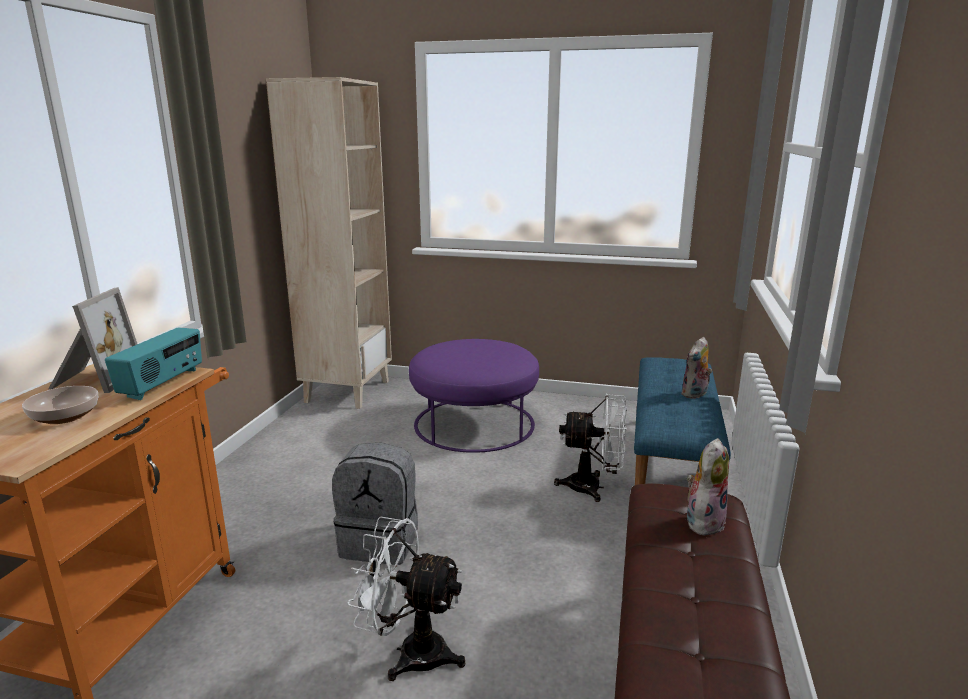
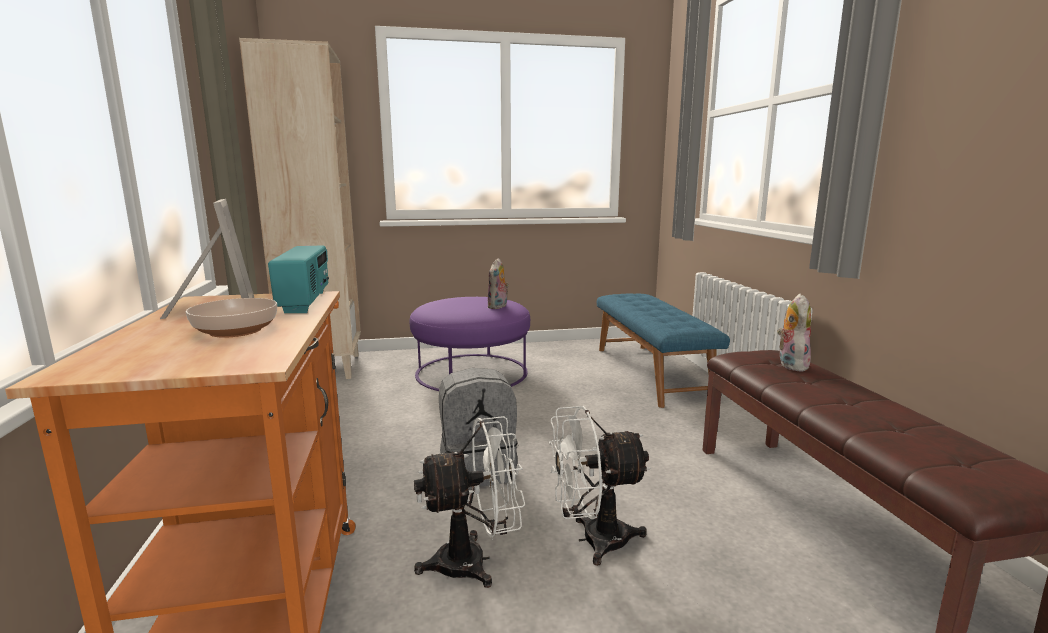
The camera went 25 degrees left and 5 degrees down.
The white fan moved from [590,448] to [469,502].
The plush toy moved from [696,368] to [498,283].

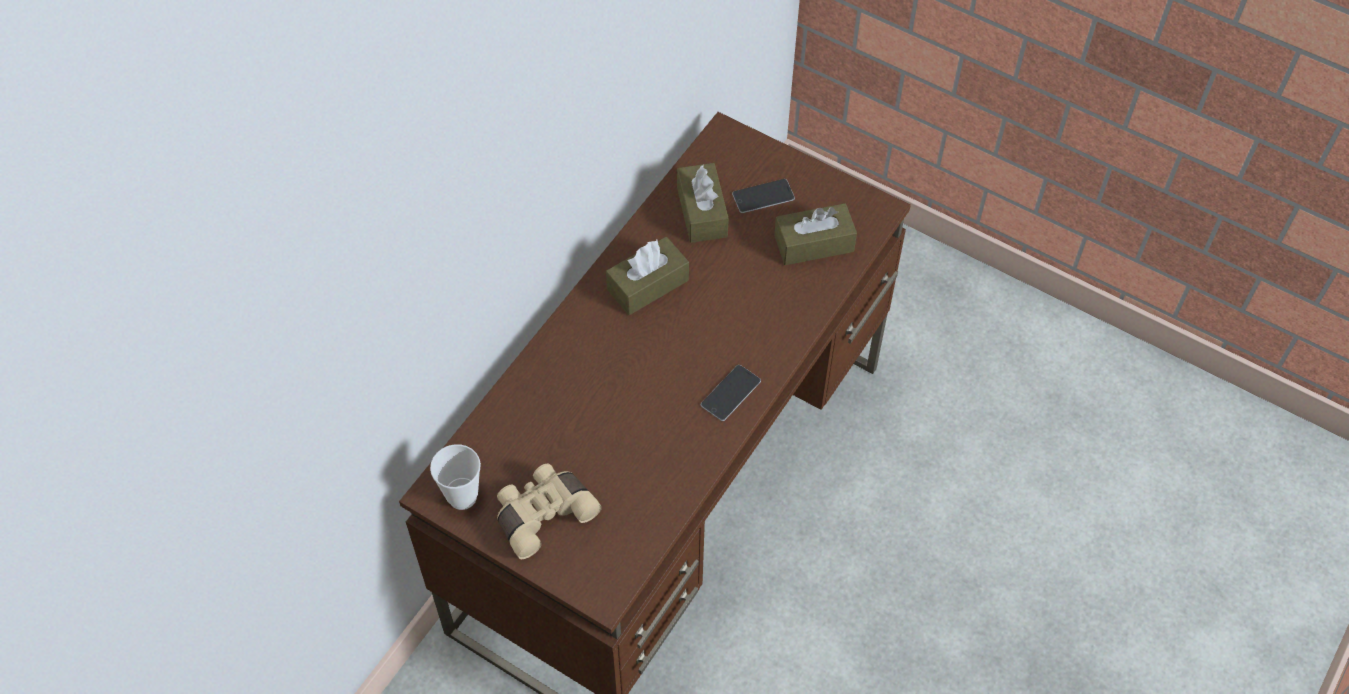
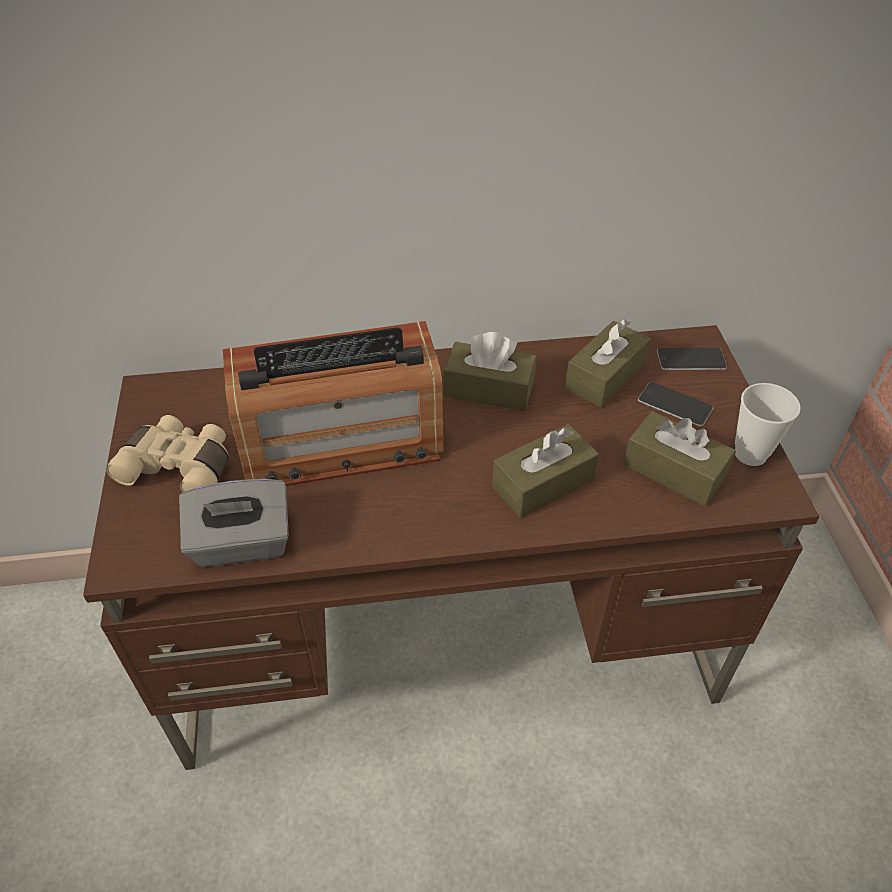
The camera went 50 degrees right and 10 degrees down.
The grey tissue box at [234,523] appeared.
The radio at [333,403] appeared.
The brown tissue box at [545,471] appeared.
The cup moved from [455,477] to [768,424].
The phone moved from [731,393] to [692,359].

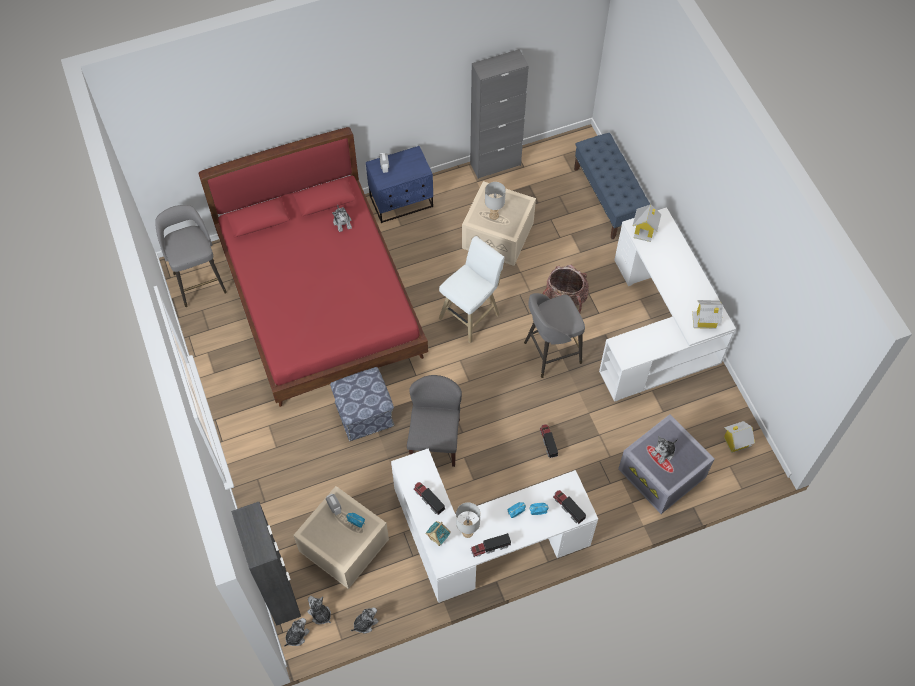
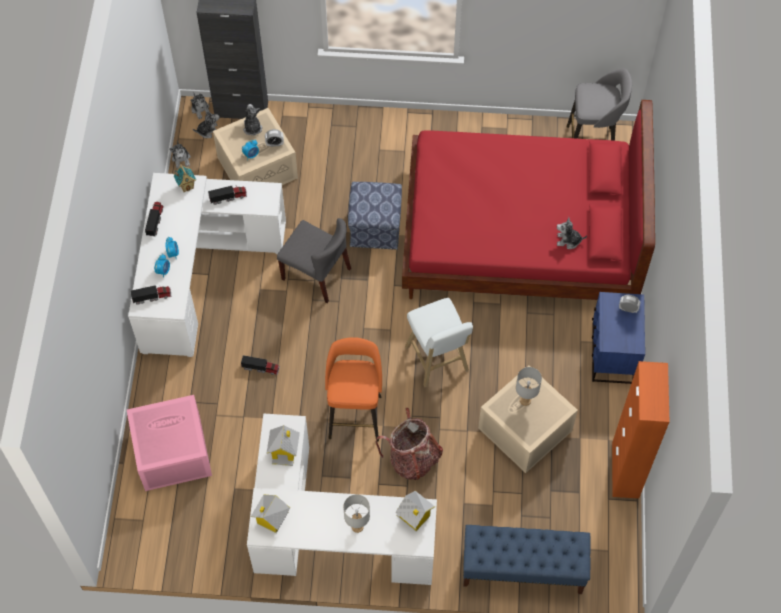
The camera went 115 degrees right and 0 degrees up.
The grey table lamp moved from [468,520] to [356,513].
The plush toy moved from [664,450] to [252,120].
The toy house moved from [739,437] to [283,445].
The grey cabinet at [499,114] became the orange cabinet at [640,430].
The grey stool at [554,335] became the orange stool at [353,389].
The grey storage box at [666,464] became the pink storage box at [169,443].

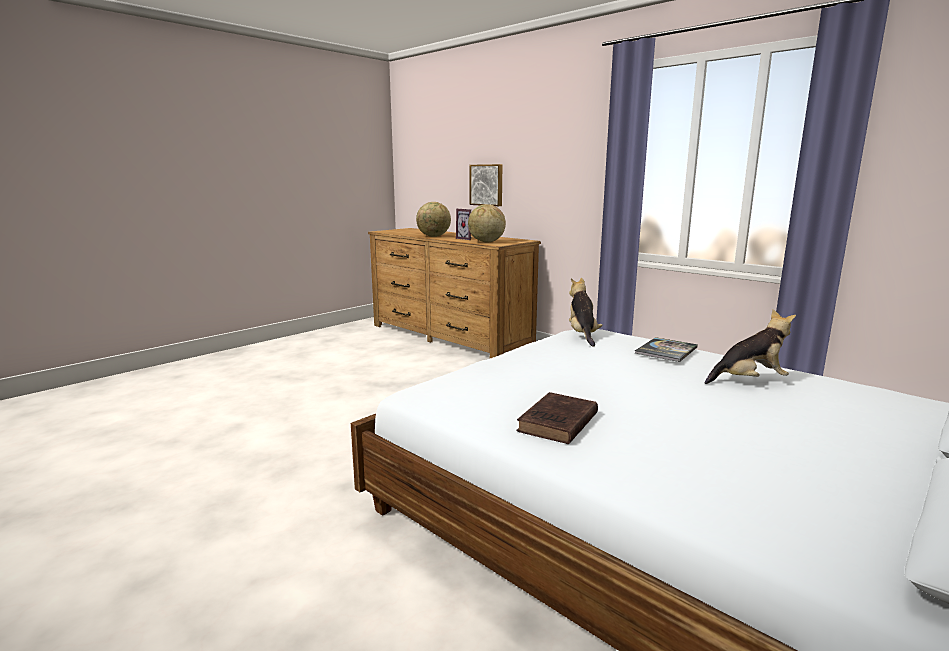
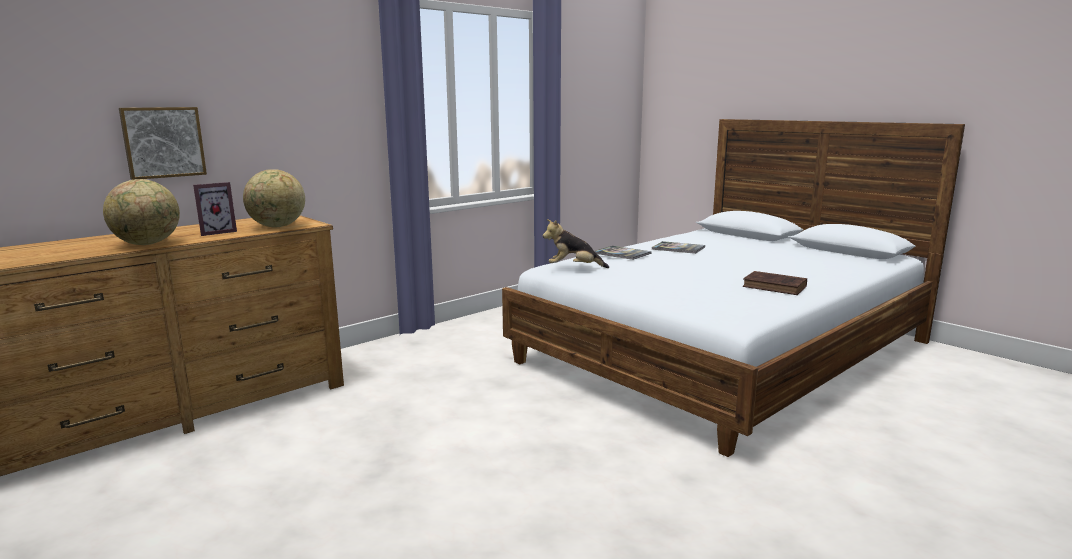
The camera went 85 degrees left and 0 degrees up.
The plush toy at [750,346] was replaced by the book at [678,247].

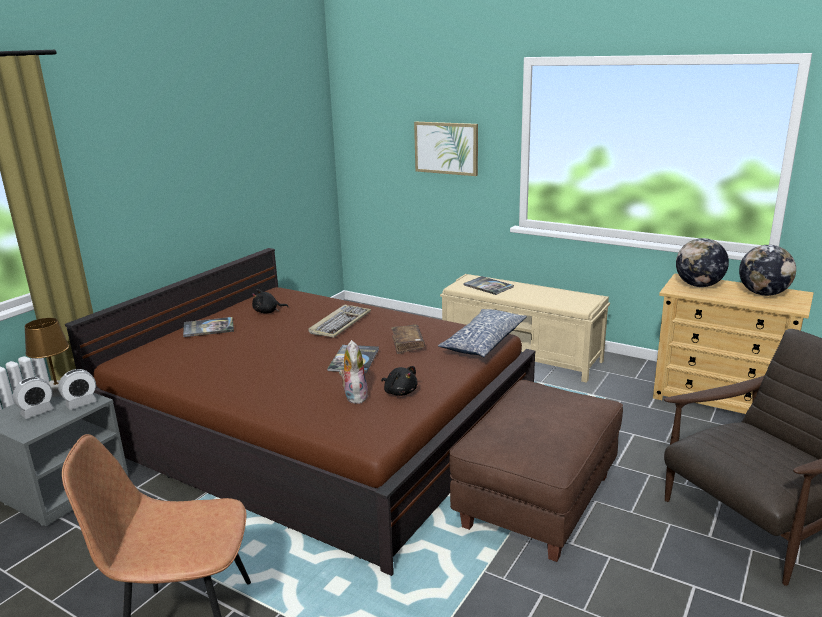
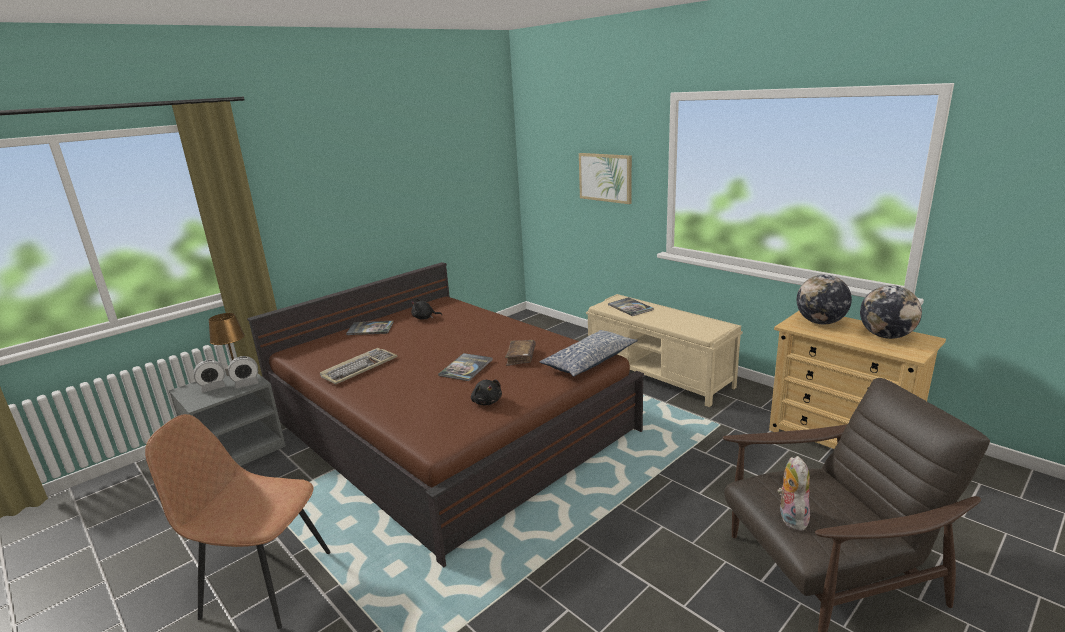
The camera went 15 degrees right and 0 degrees up.
The brown ottoman at [536,471] disappeared.
The keyboard moved from [339,321] to [358,366].
The plush toy moved from [353,372] to [793,493].

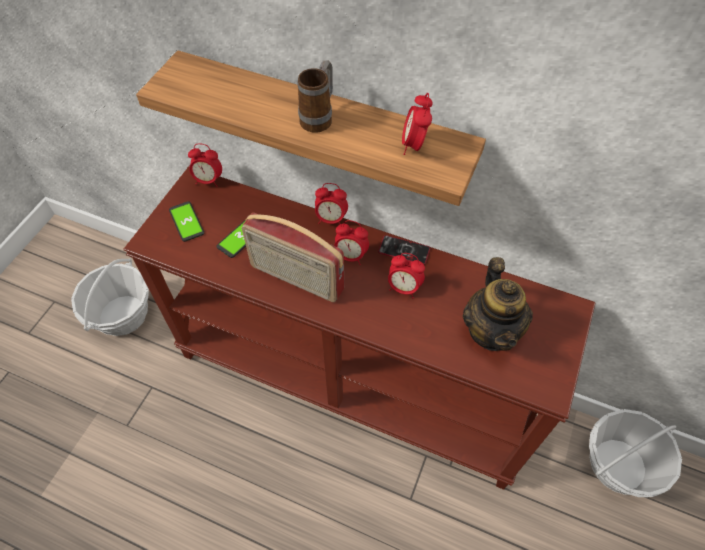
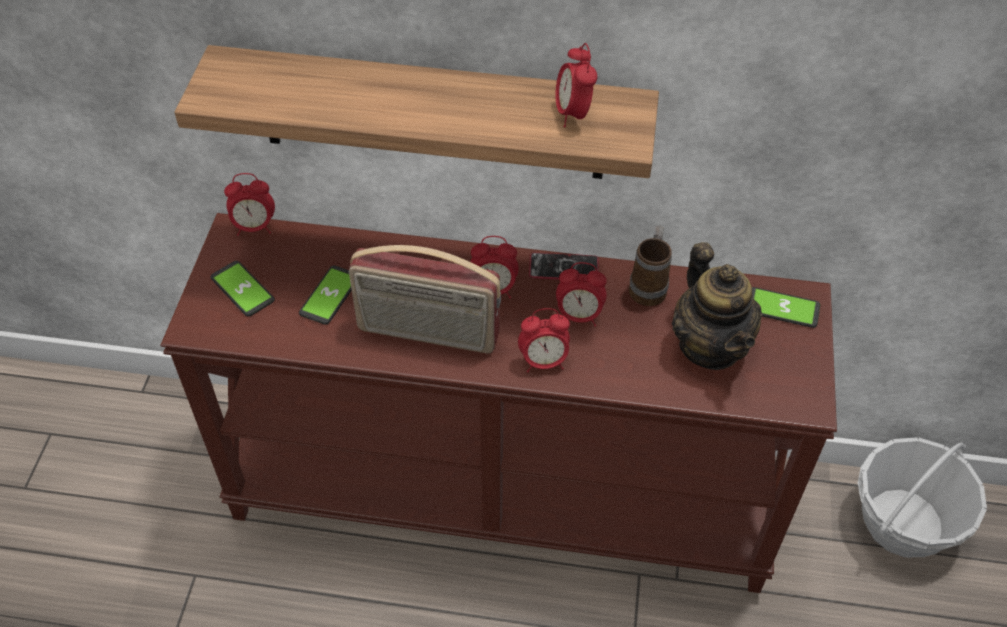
The camera went 15 degrees left and 5 degrees down.
The basket at [110,297] disappeared.
The phone at [786,307] appeared.
The mug moved from [315,96] to [650,265].
The alarm clock moved from [331,203] to [544,340].

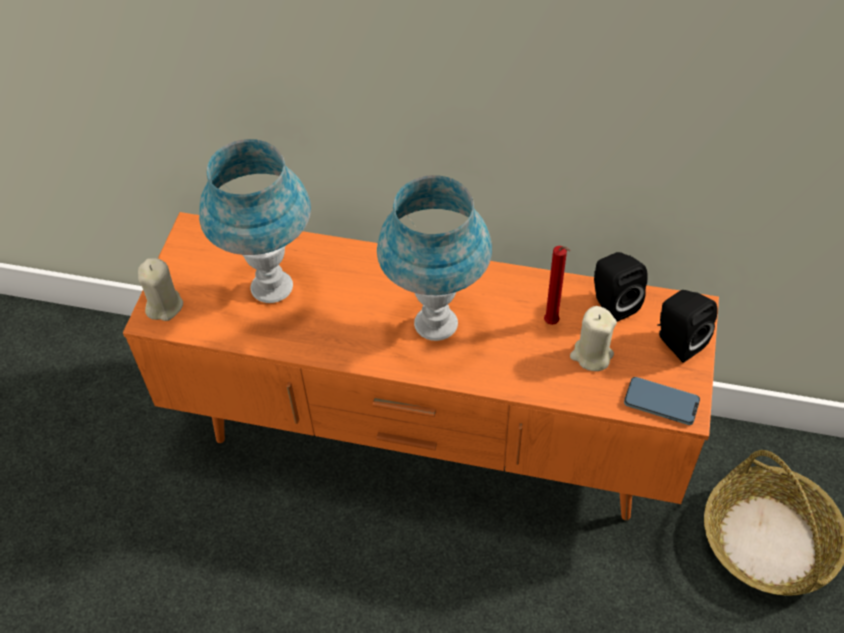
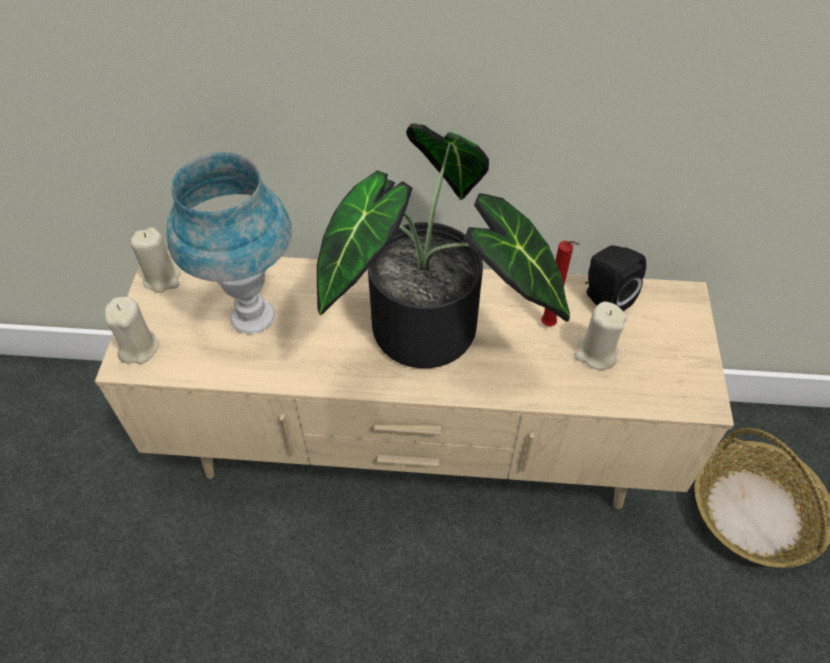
The camera went 10 degrees left and 0 degrees up.
The phone at [662,401] disappeared.
The black speaker at [687,326] disappeared.
The beige candle at [156,260] appeared.
The blue table lamp at [434,258] was replaced by the potted plant at [443,245].
The orange tv stand at [421,366] became the beige tv stand at [414,379].

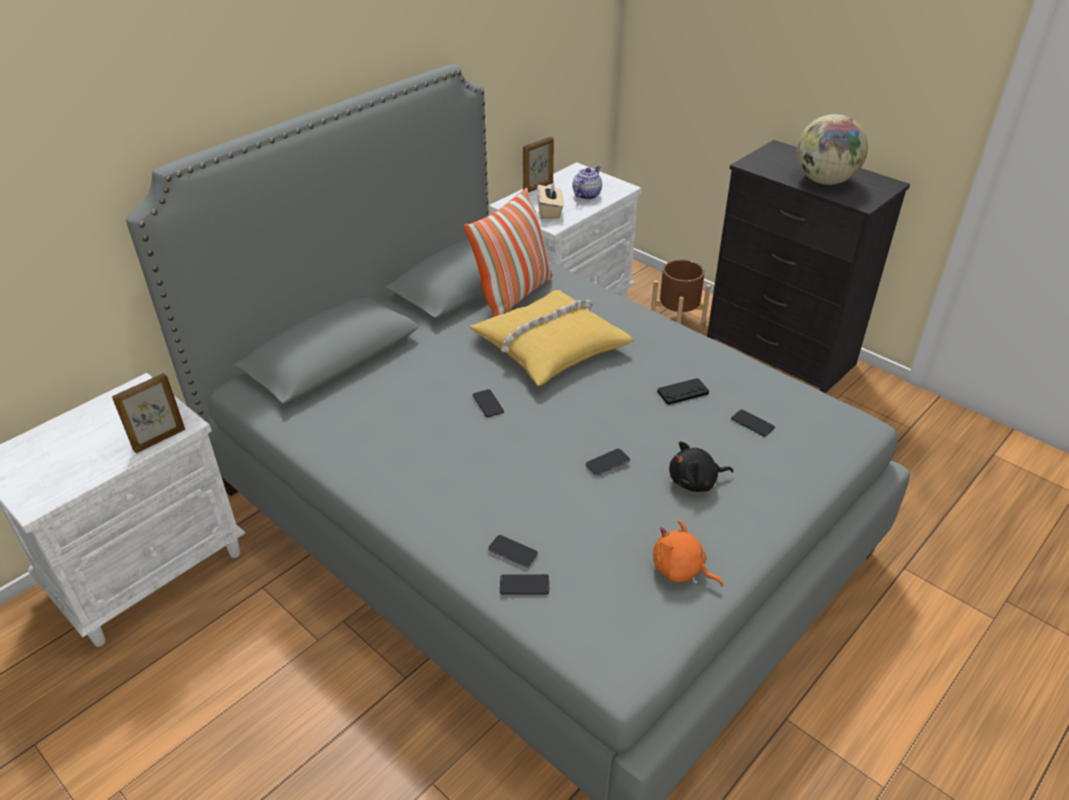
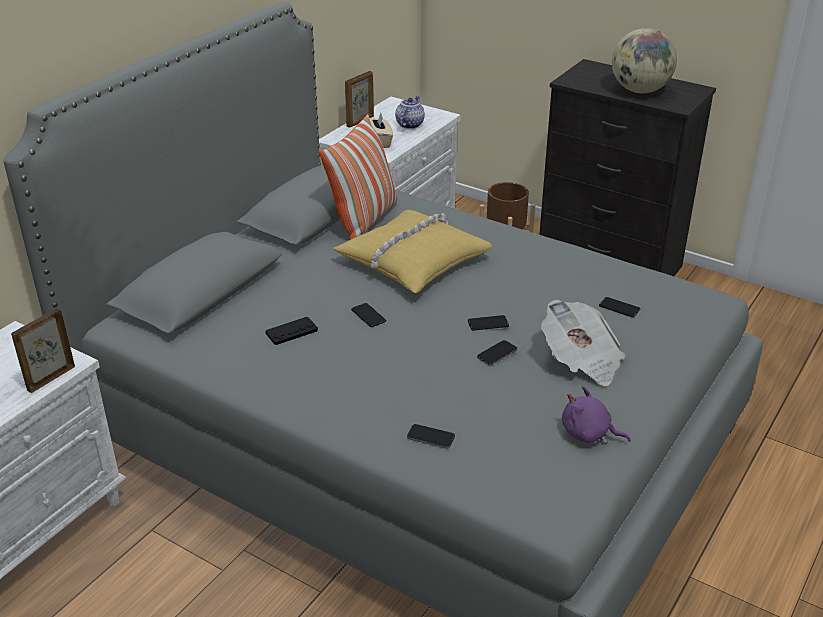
The camera went 10 degrees left and 5 degrees down.
The phone moved from [524,584] to [488,323].
The black game controller moved from [683,391] to [291,331].
The black plush toy at [701,466] was replaced by the newspaper at [583,343].
The orange plush toy at [688,553] became the purple plush toy at [596,415].

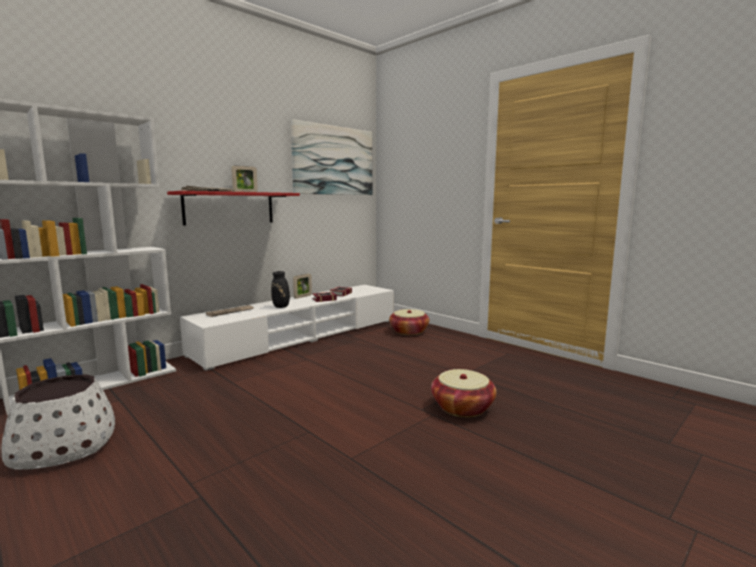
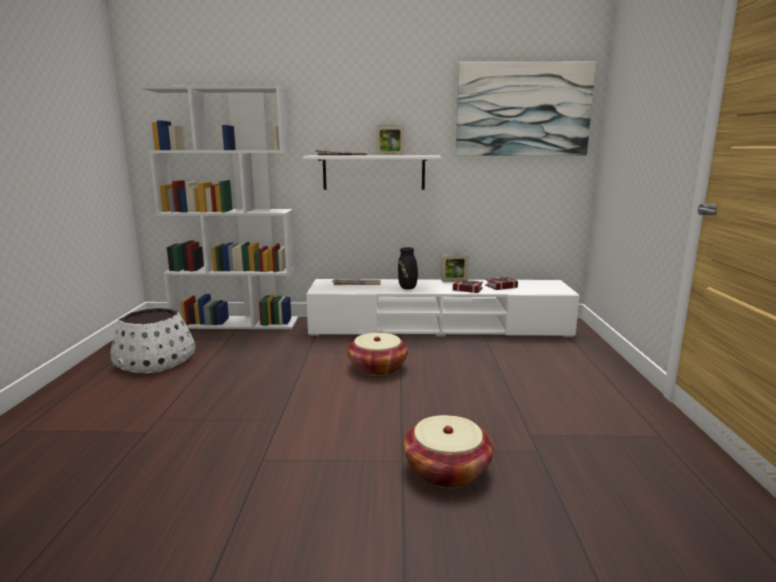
The camera went 45 degrees right and 5 degrees up.
The basket moved from [409,322] to [377,354].
The red shelf at [233,208] became the white shelf at [372,172].

